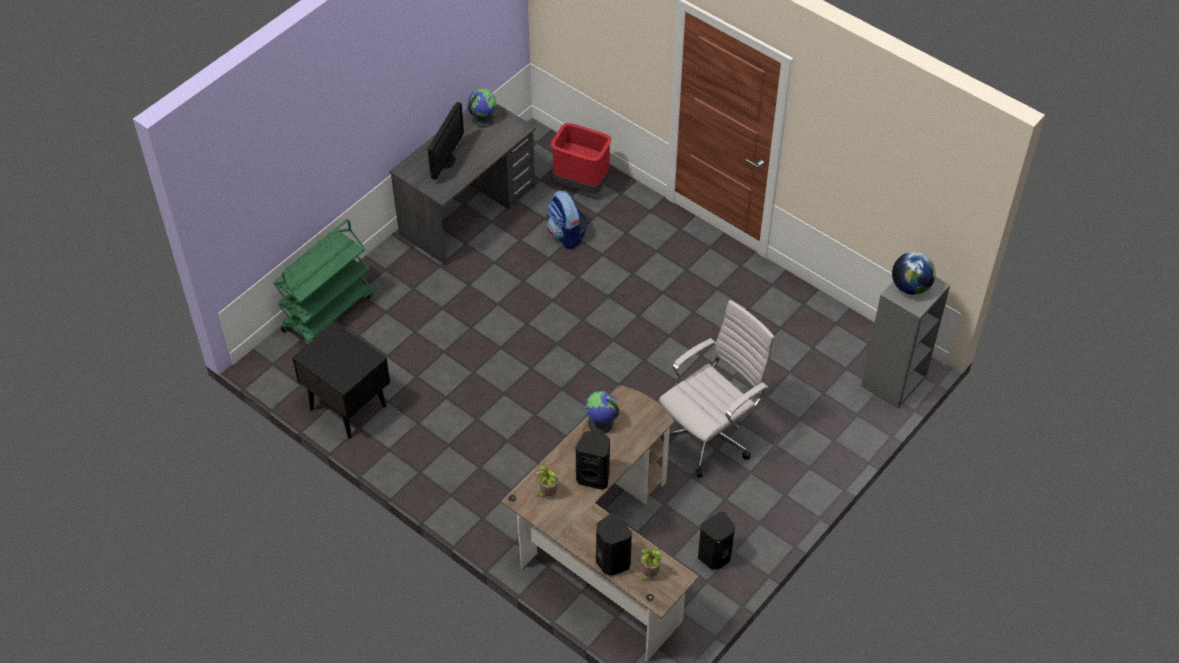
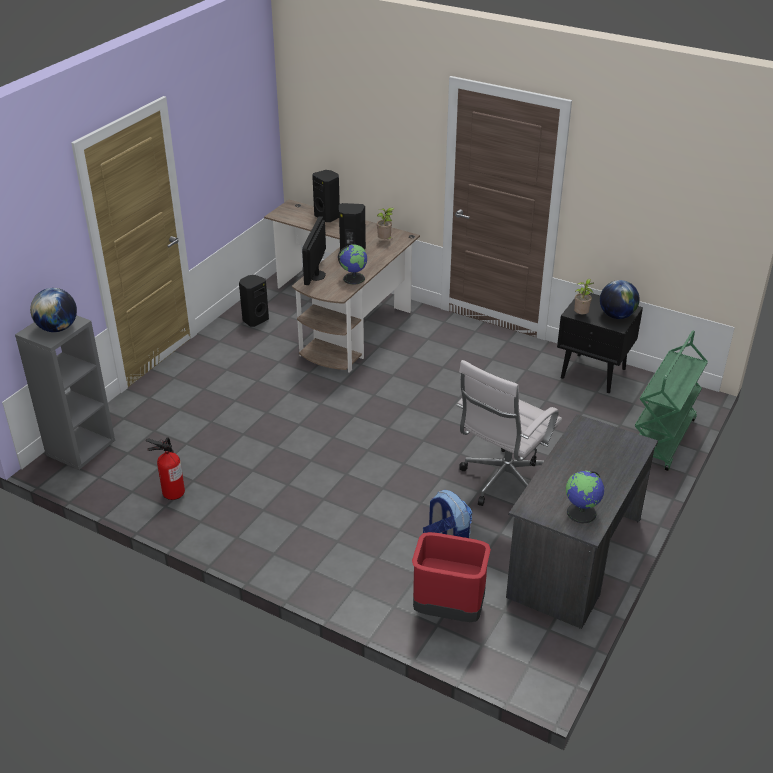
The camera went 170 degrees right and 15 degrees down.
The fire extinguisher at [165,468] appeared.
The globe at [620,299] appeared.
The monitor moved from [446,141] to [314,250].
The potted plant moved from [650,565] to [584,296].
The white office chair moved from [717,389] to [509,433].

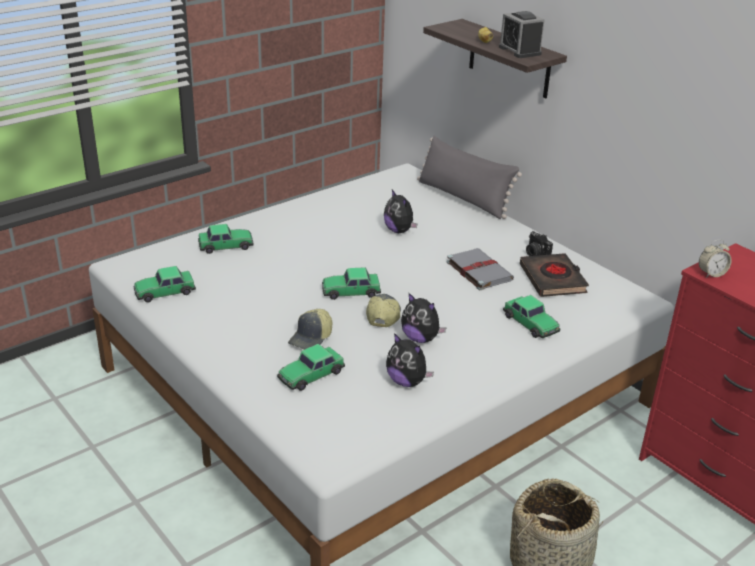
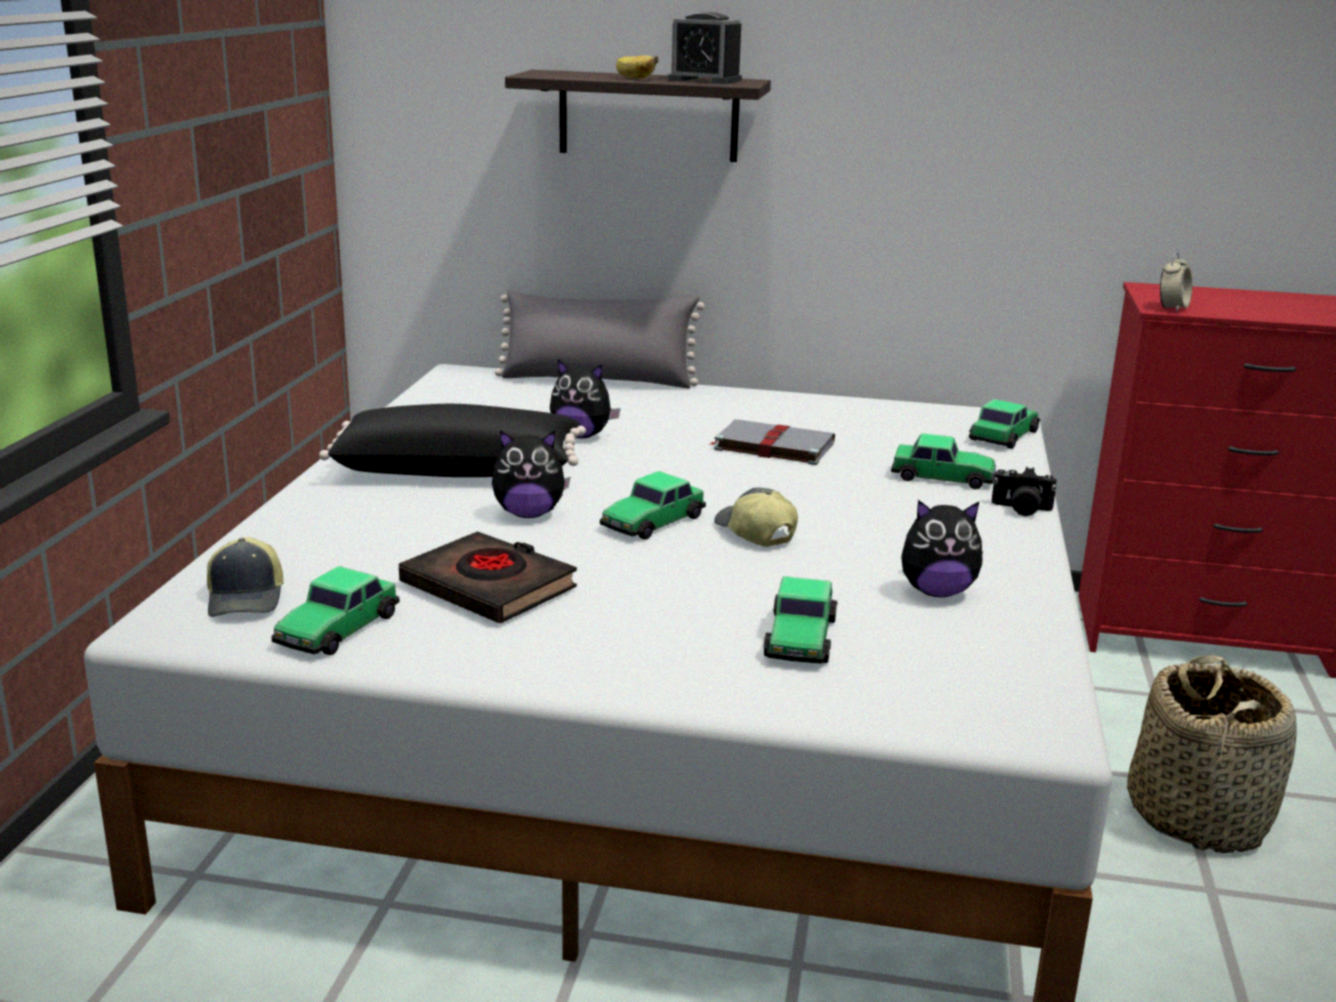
The camera went 40 degrees left and 10 degrees down.
The black pillow at [452,440] appeared.
The toy car moved from [226,239] to [1004,424].
The cap moved from [310,329] to [245,577].
The plush toy moved from [423,318] to [531,474].
The black book moved from [554,275] to [488,577].
The photo camera moved from [539,243] to [1024,491].

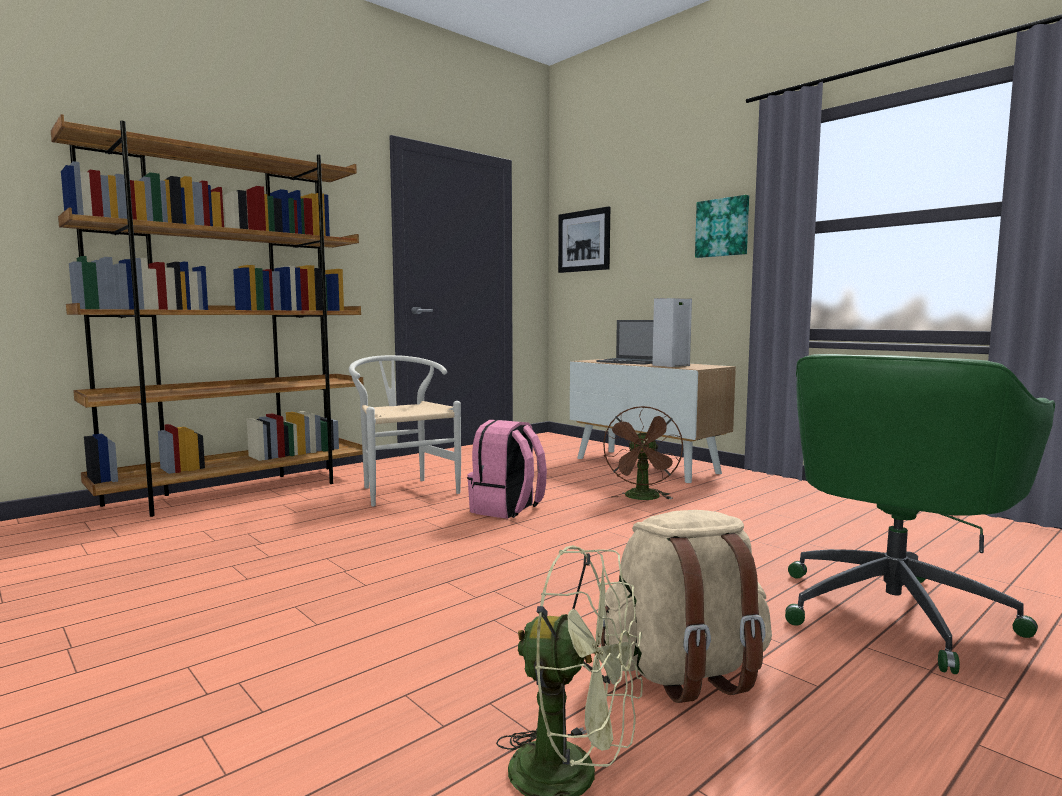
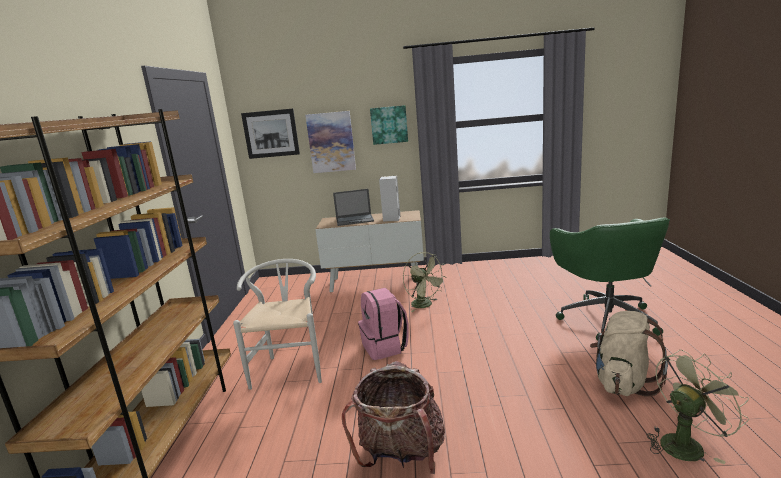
The camera went 45 degrees left and 10 degrees up.
The picture at [330,142] appeared.
The backpack at [393,417] appeared.
The brown fan at [643,453] became the green fan at [424,282].
The white chair at [405,430] turned 75 degrees clockwise.

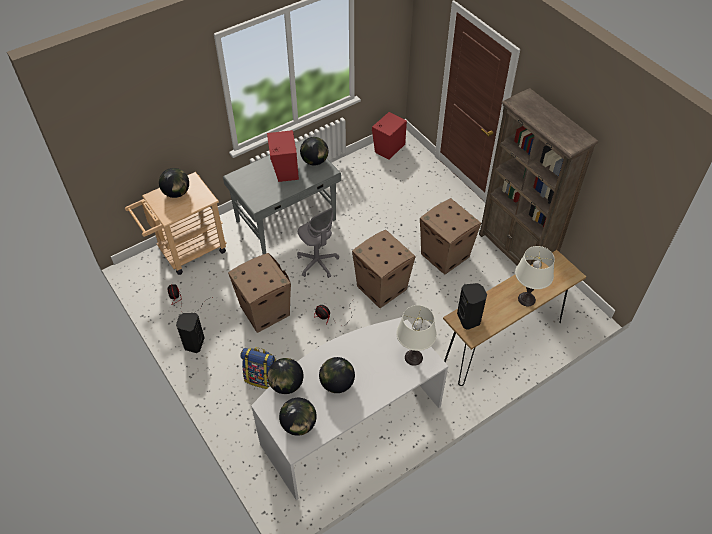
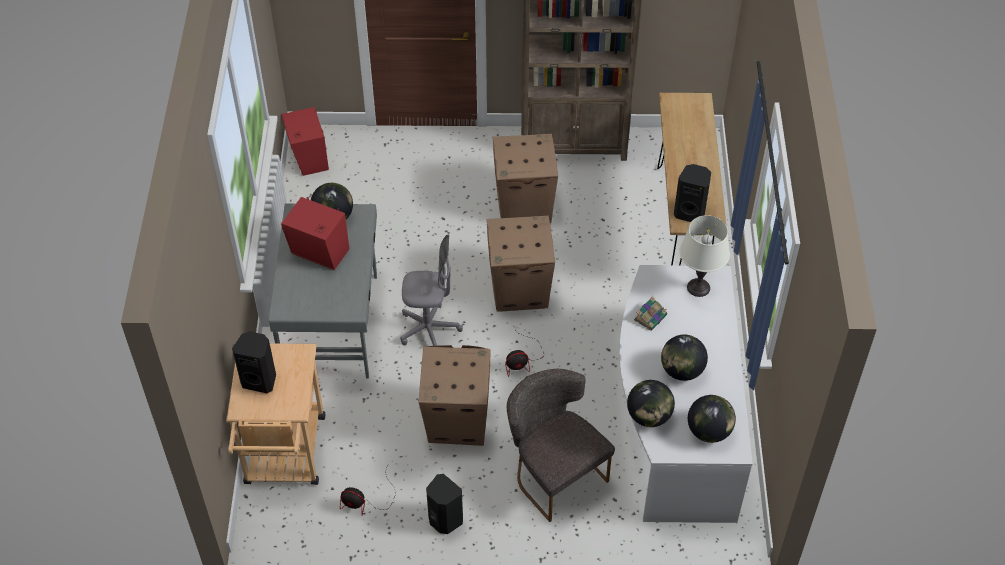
The camera went 55 degrees left and 0 degrees up.
The white table lamp at [535,276] disappeared.
The book at [650,314] appeared.
The globe at [174,183] was replaced by the black speaker at [254,362].
The backpack at [258,368] was replaced by the grey chair at [561,445].

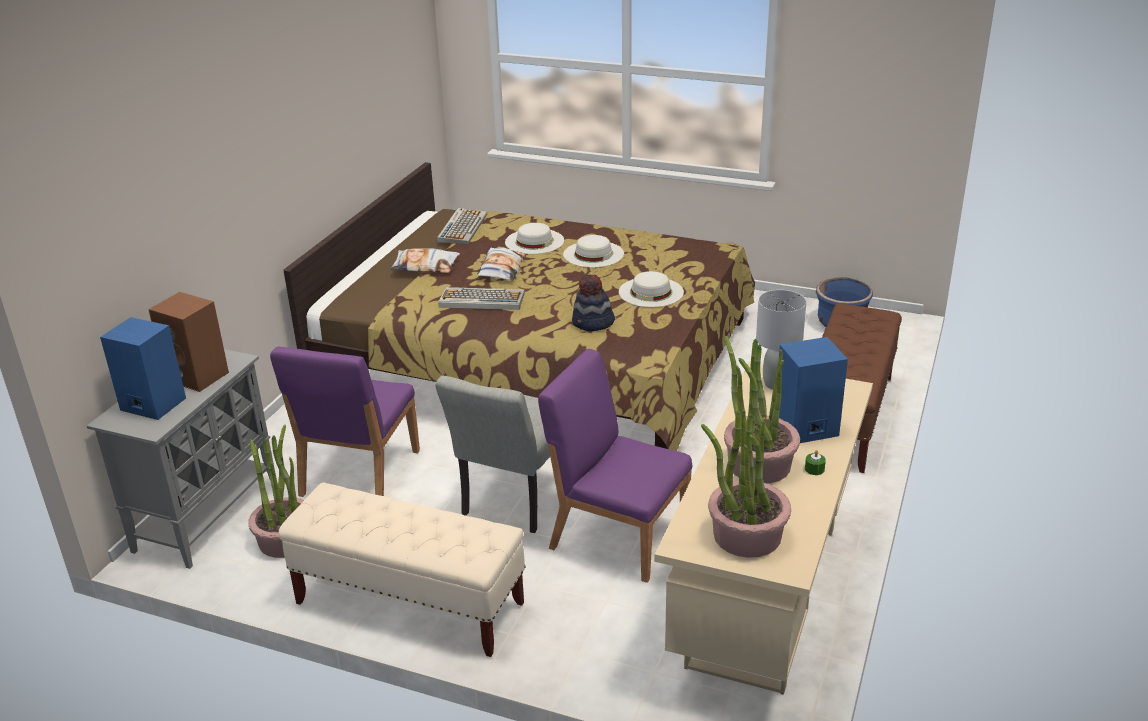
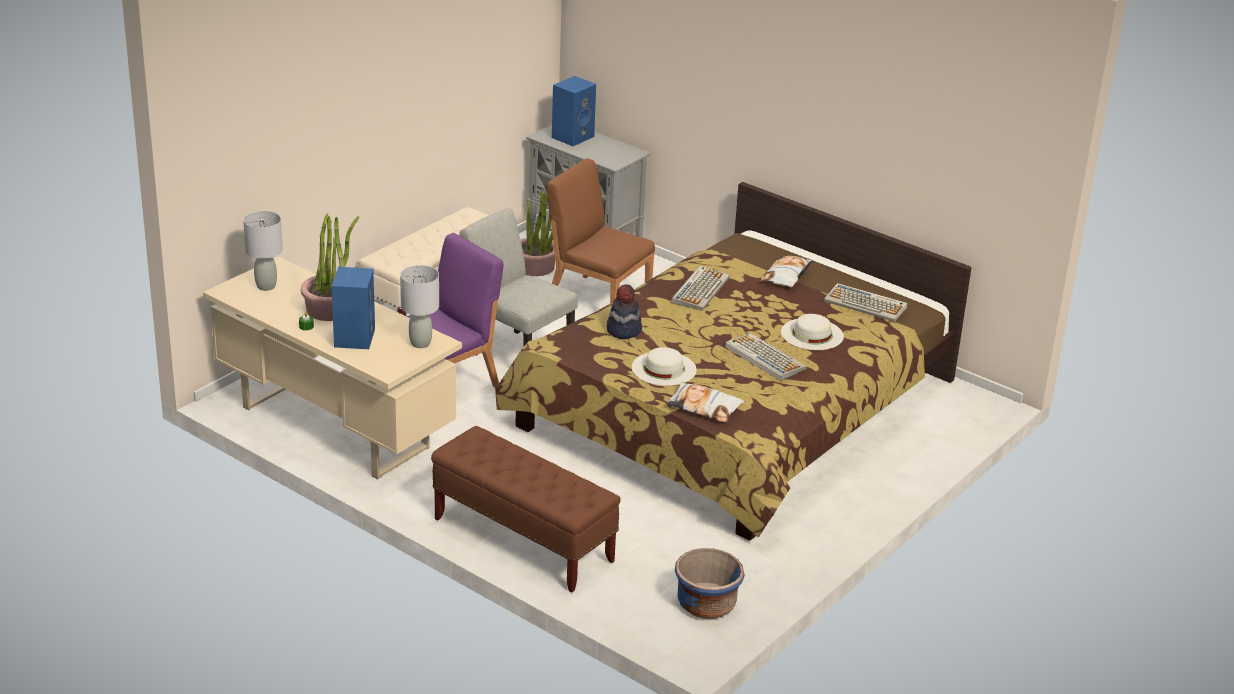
The camera went 105 degrees right and 0 degrees up.
The brown speaker at [188,342] disappeared.
The pillow moved from [501,264] to [705,402].
The white hat at [593,251] was replaced by the keyboard at [766,357].
The potted plant at [746,483] was replaced by the grey table lamp at [263,251].
The purple chair at [345,422] became the brown chair at [601,230].

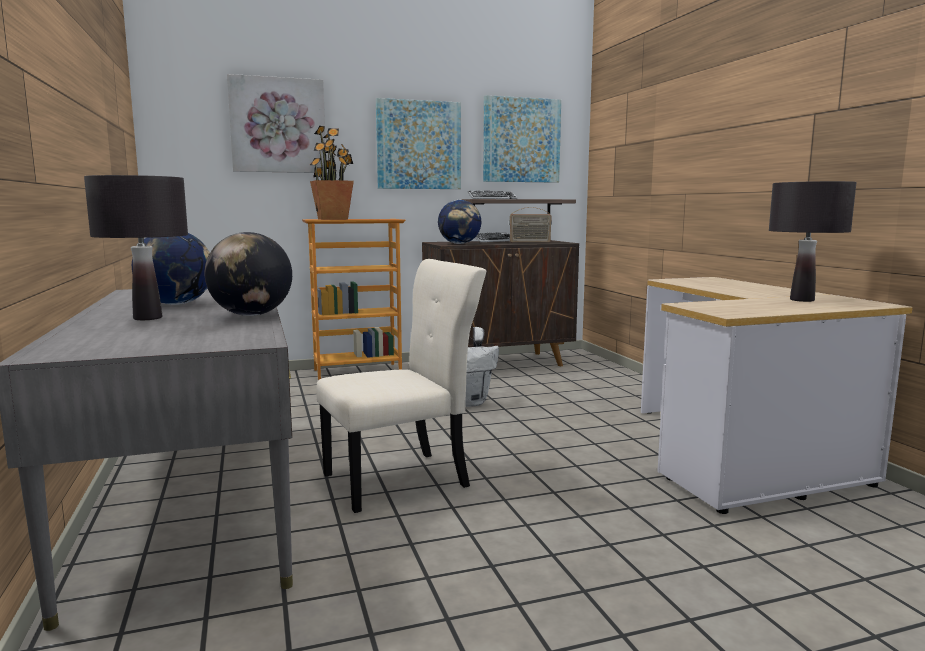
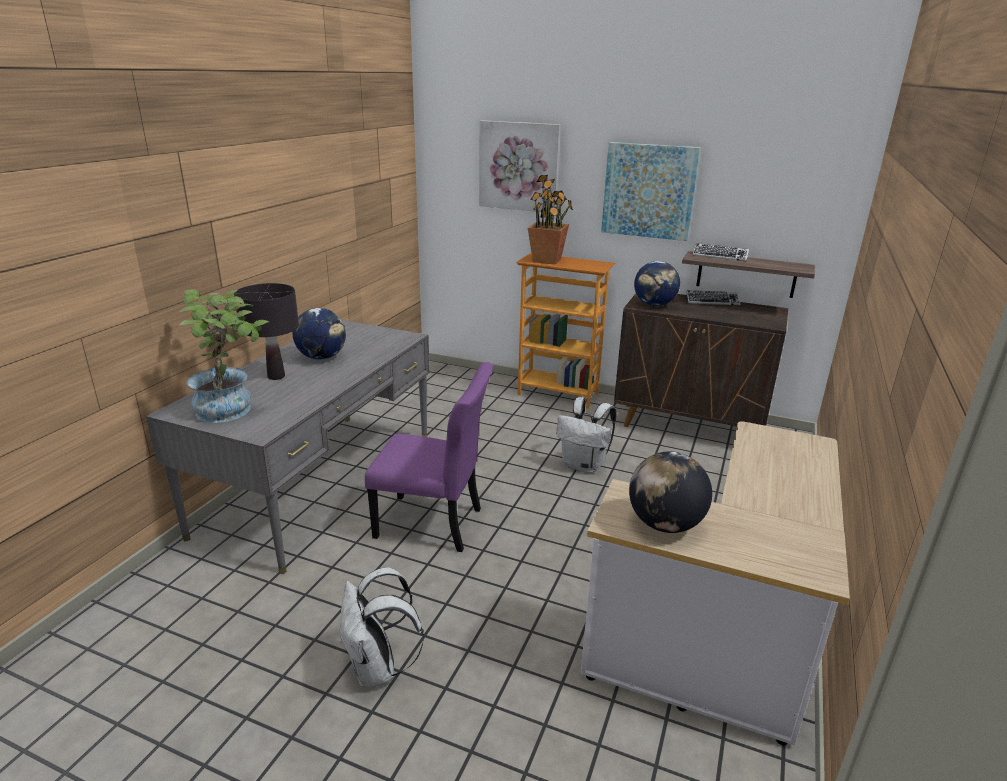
The camera went 40 degrees right and 15 degrees up.
The picture at [522,139] disappeared.
The radio at [530,225] disappeared.
The black table lamp at [812,241] disappeared.
The potted plant at [224,356] appeared.
The white backpack at [382,627] appeared.
The globe moved from [248,274] to [670,492].
The beige chair at [401,386] became the purple chair at [429,457].

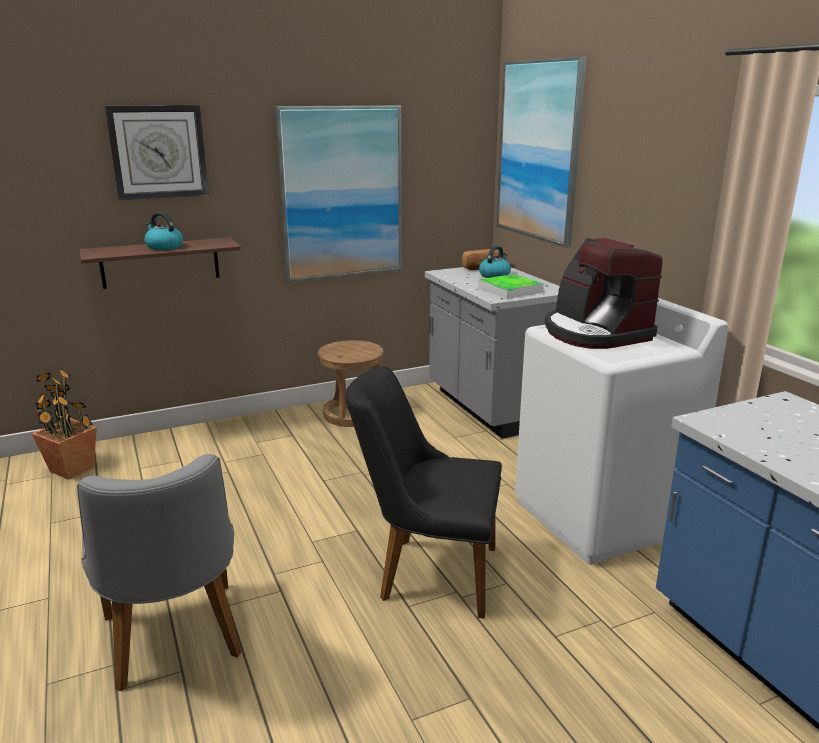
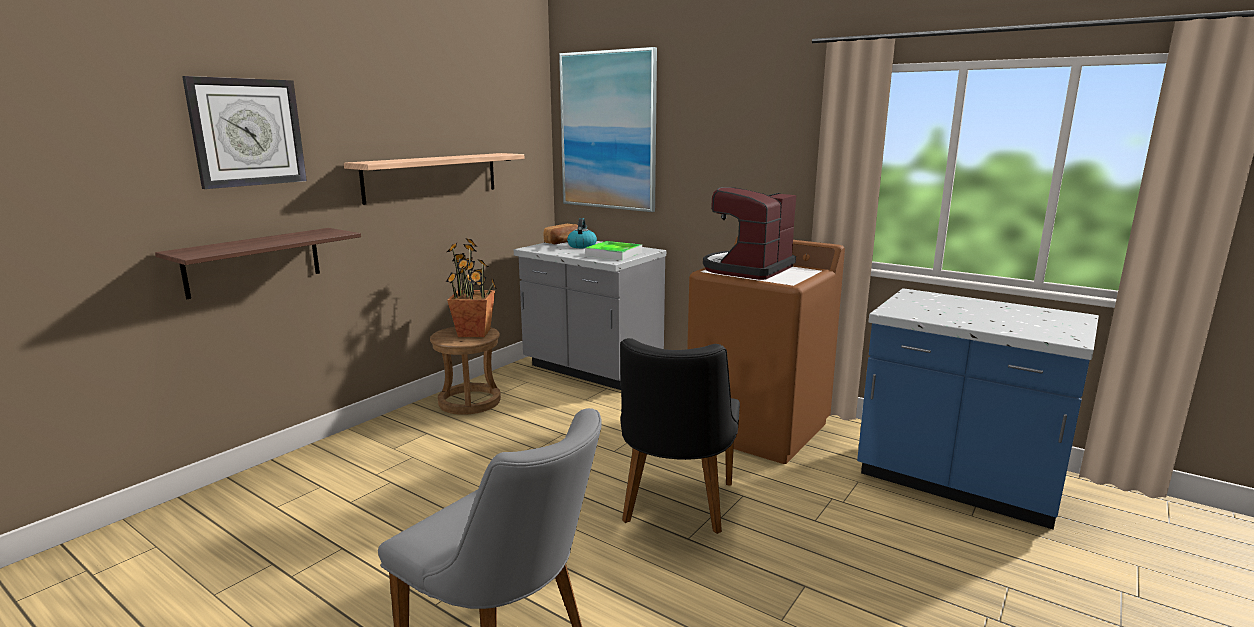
The camera went 30 degrees left and 5 degrees down.
The kettle at [164,231] disappeared.
The potted plant moved from [64,423] to [471,287].
The picture at [338,193] was replaced by the shelf at [434,179].
The white washing machine at [621,431] became the brown washing machine at [766,350].
The black chair at [423,492] turned 60 degrees counterclockwise.
The coffee machine at [604,293] turned 90 degrees clockwise.

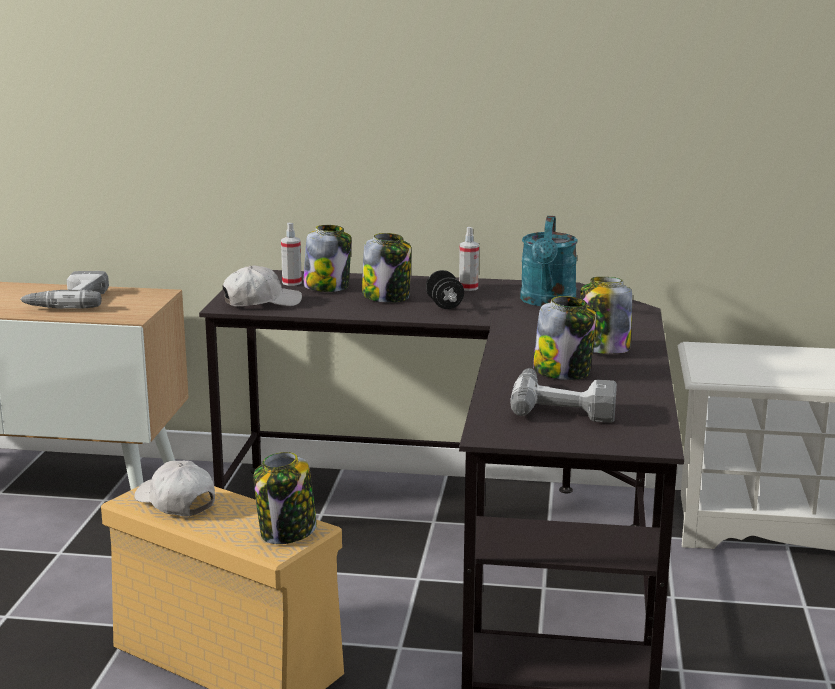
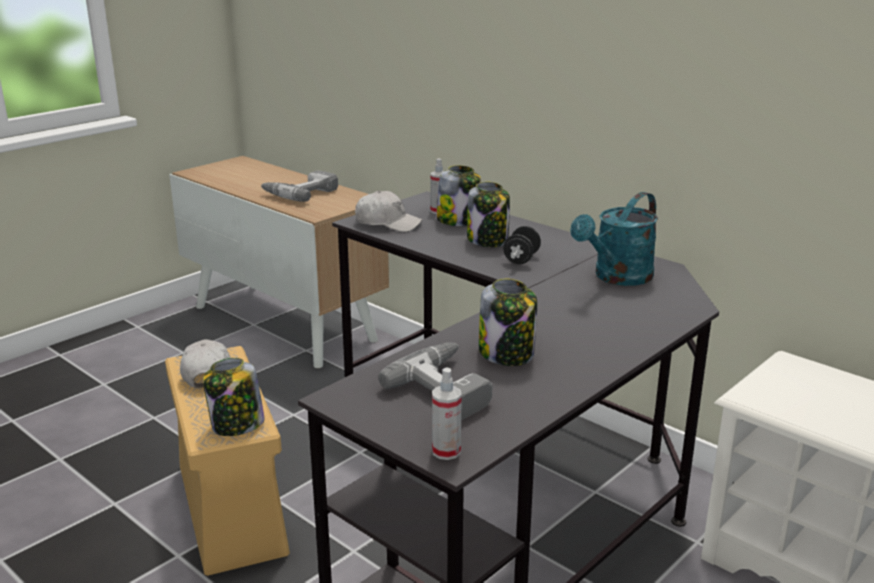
The camera went 35 degrees right and 5 degrees up.
The jar at [606,315] disappeared.
The spray bottle moved from [469,259] to [447,414].

